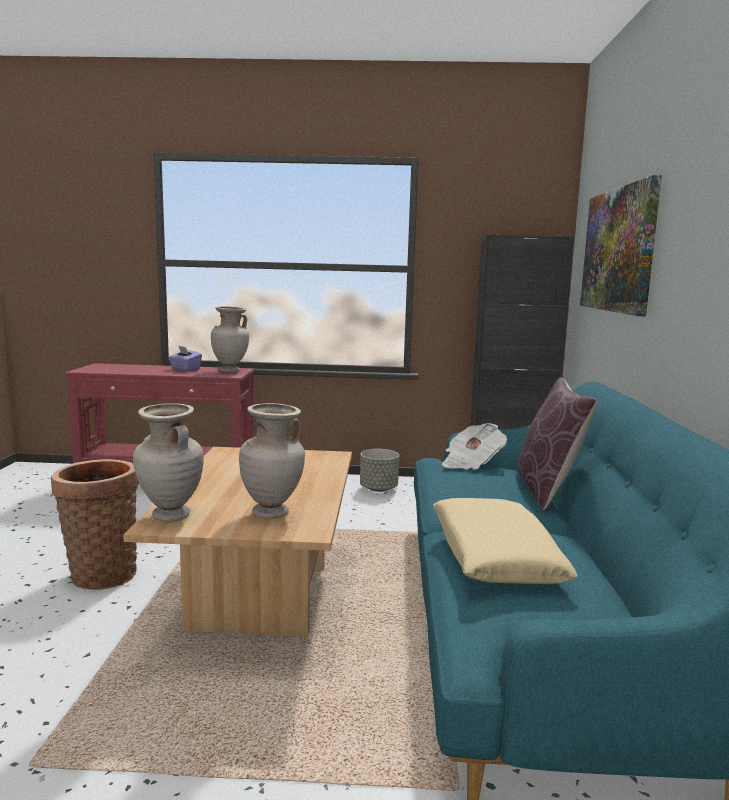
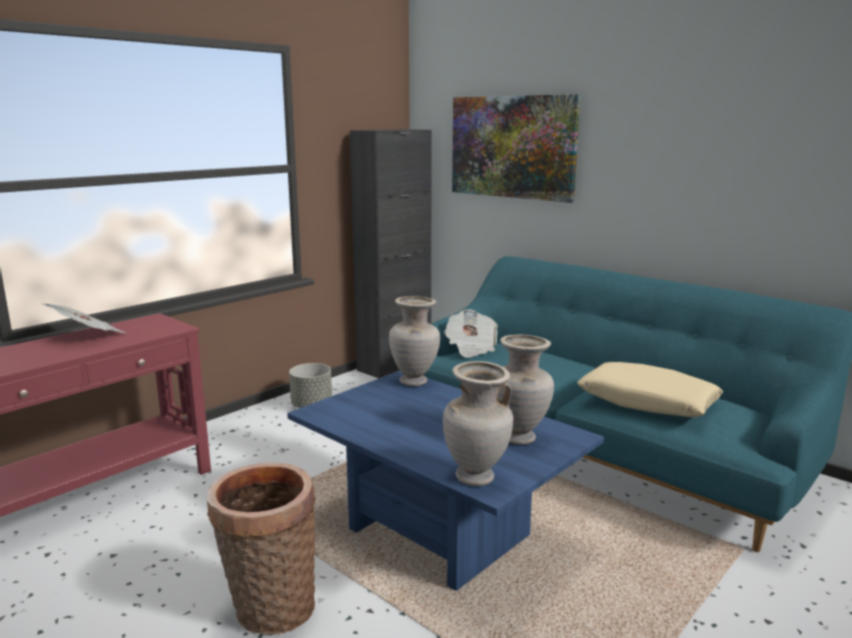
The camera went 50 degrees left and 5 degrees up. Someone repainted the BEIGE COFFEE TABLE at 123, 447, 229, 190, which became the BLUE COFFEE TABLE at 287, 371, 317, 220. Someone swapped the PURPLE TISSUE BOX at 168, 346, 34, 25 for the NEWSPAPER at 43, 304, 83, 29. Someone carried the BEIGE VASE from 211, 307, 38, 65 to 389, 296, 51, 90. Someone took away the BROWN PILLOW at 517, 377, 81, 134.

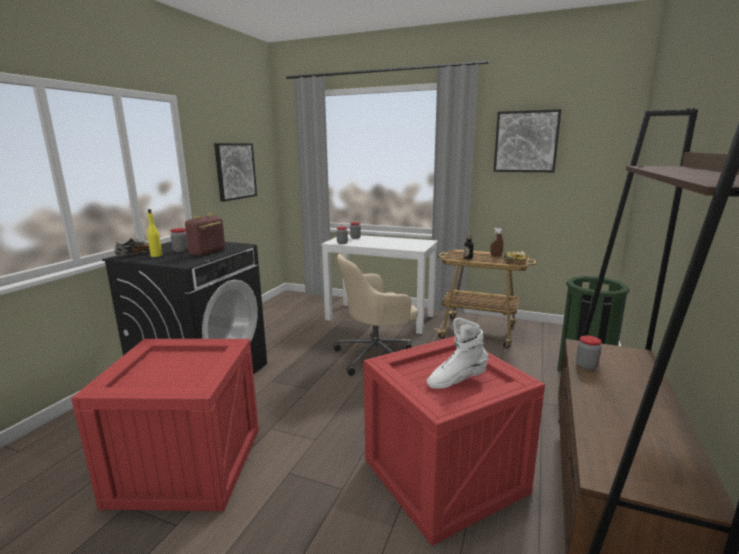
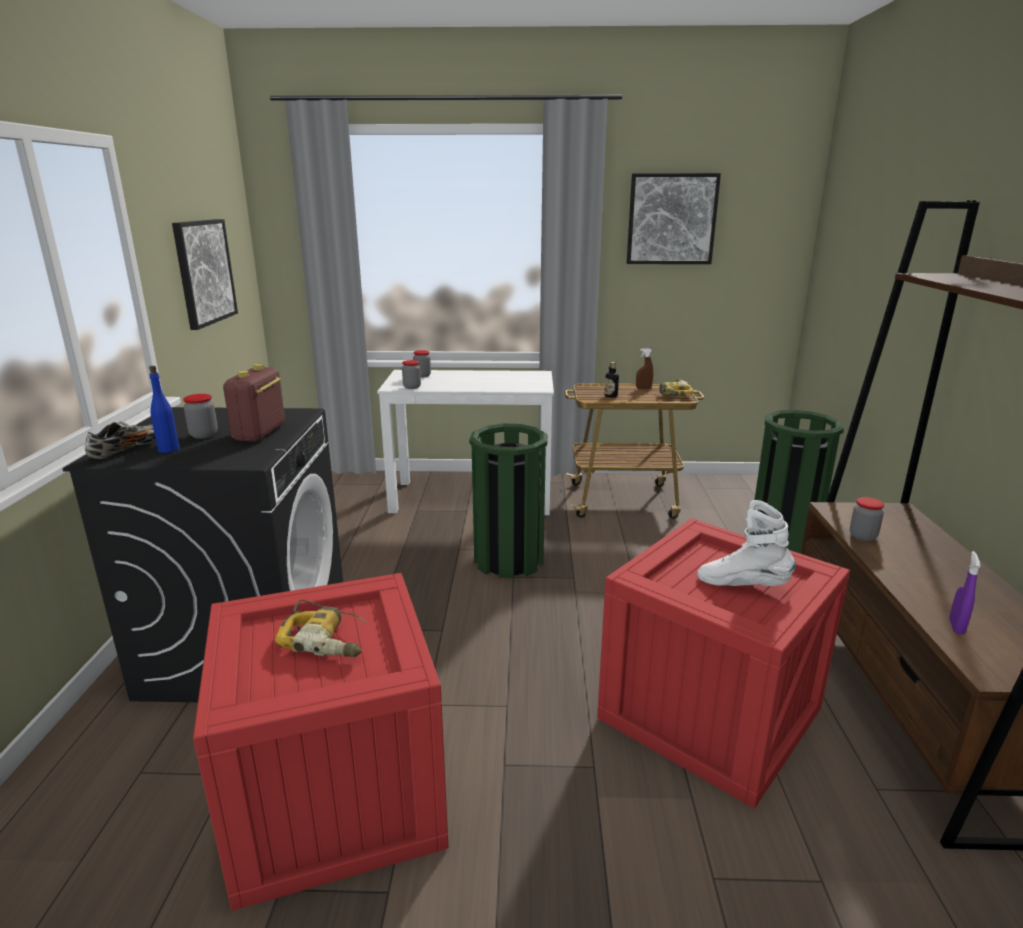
The camera went 20 degrees left and 5 degrees up. Someone repainted the YELLOW BOTTLE at 147, 209, 15, 48, which became the BLUE BOTTLE at 149, 366, 31, 87. Someone swapped the BEIGE OFFICE CHAIR at 333, 254, 85, 122 for the GREEN TRASH CAN at 469, 424, 79, 155. Someone rotated the WHITE BOOT at 427, 318, 61, 71 by 60 degrees clockwise. Someone put down the POWER DRILL at 275, 600, 91, 57. Someone put down the PURPLE SPRAY BOTTLE at 949, 551, 32, 84.

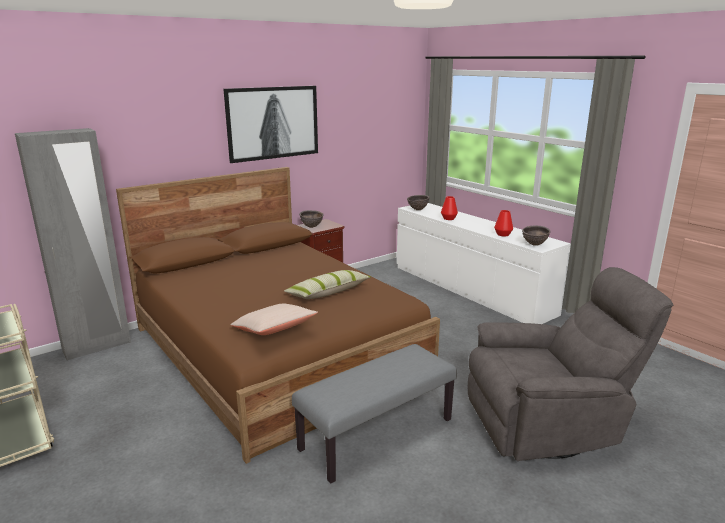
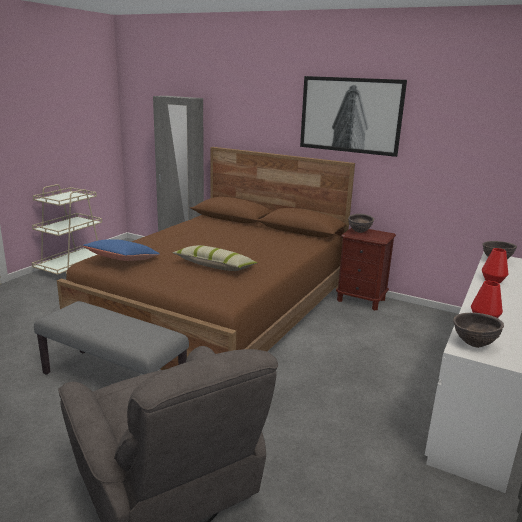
The camera went 65 degrees right and 0 degrees up. Someone repainted the BEIGE PILLOW at 230, 304, 88, 31, which became the BLUE PILLOW at 82, 239, 78, 22.

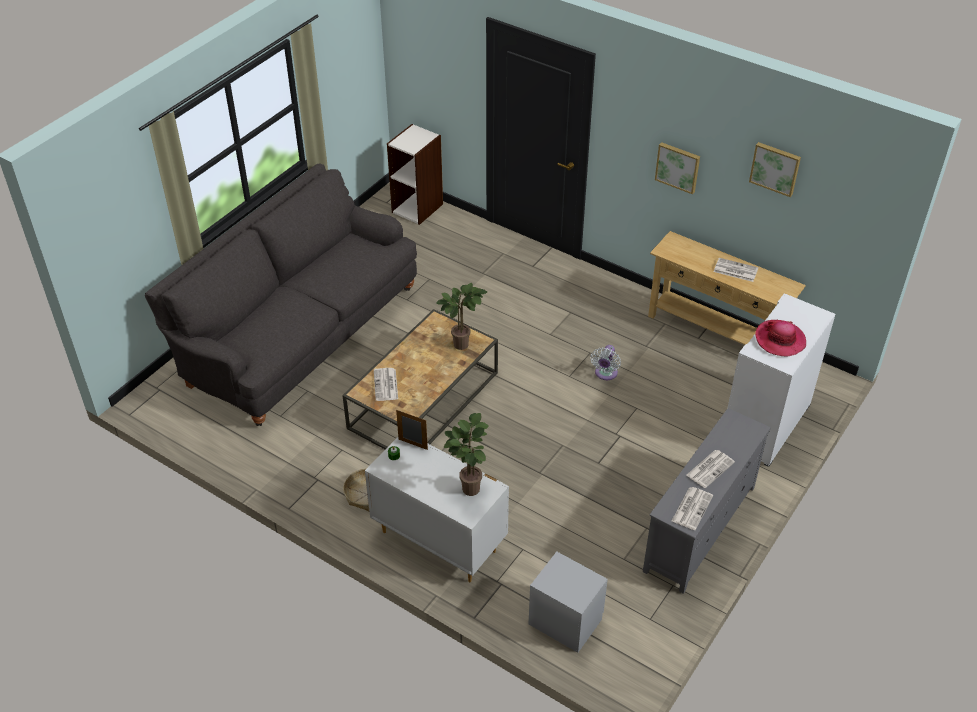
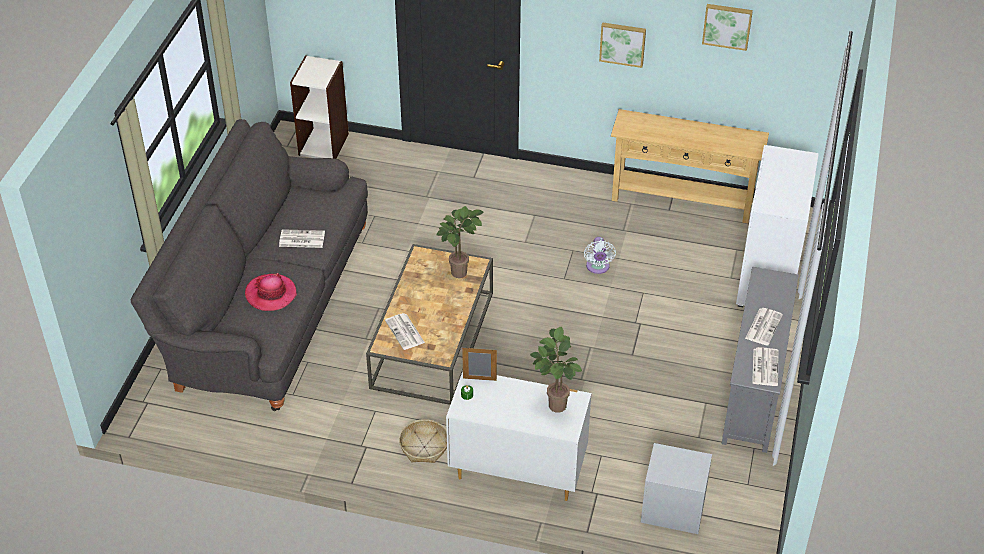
The camera went 20 degrees left and 0 degrees up. Someone carried the NEWSPAPER from 714, 258, 44, 24 to 279, 229, 46, 19. Someone carried the HAT from 755, 320, 51, 36 to 245, 273, 52, 38.

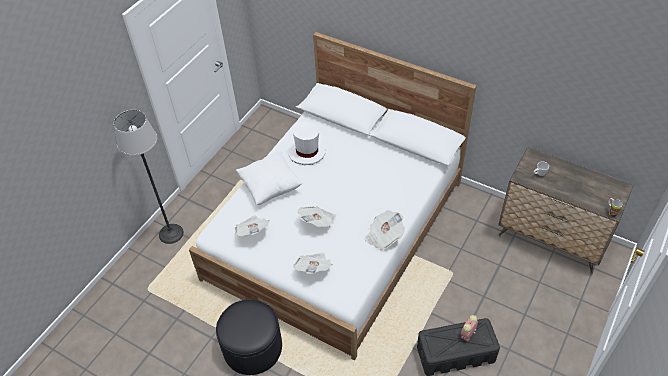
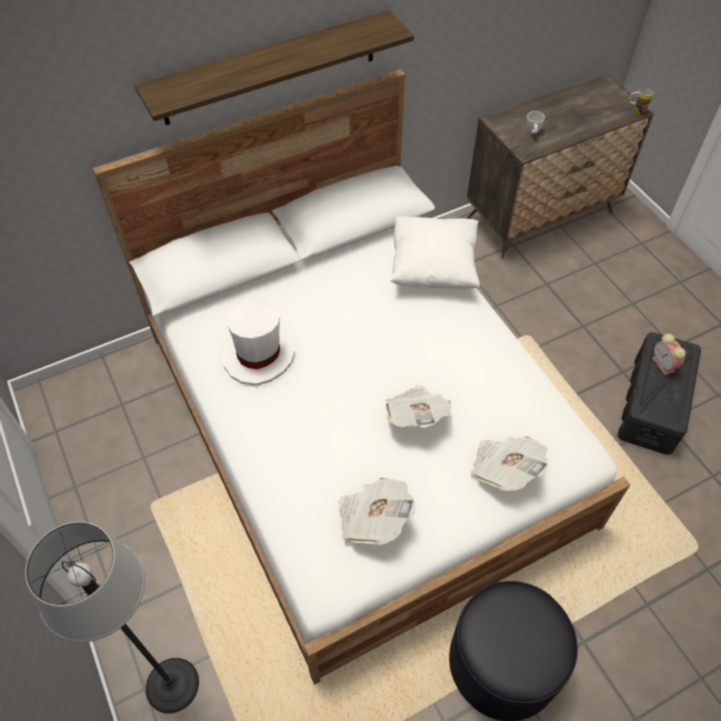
The camera went 60 degrees left and 5 degrees up. Someone carried the WHITE PILLOW from 236, 152, 67, 53 to 390, 216, 90, 73. Someone took away the NEWSPAPER at 365, 210, 40, 40. Someone put up the SHELF at 135, 10, 279, 115.

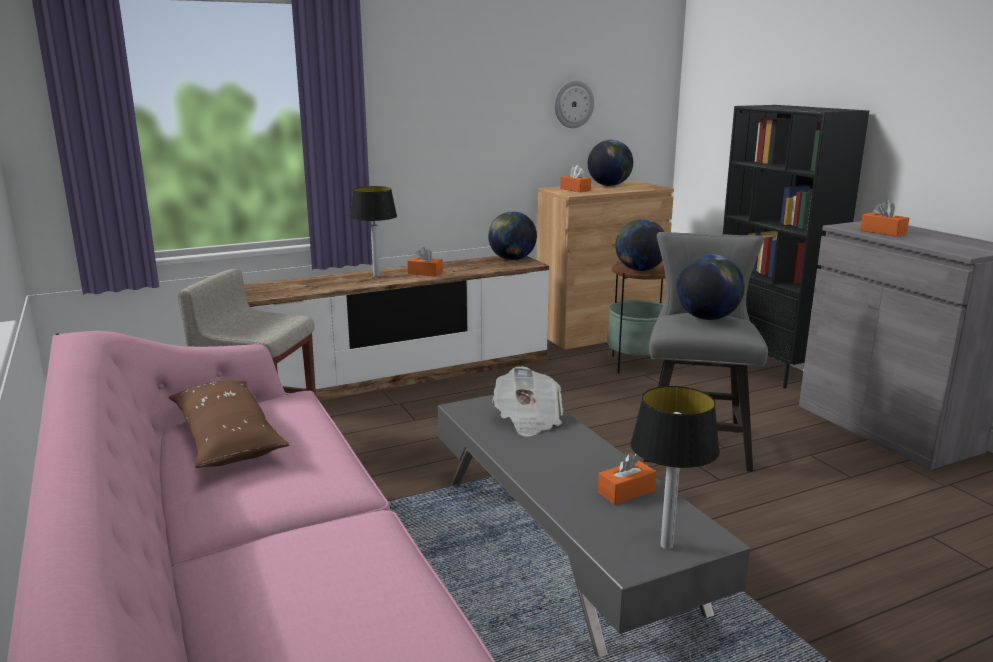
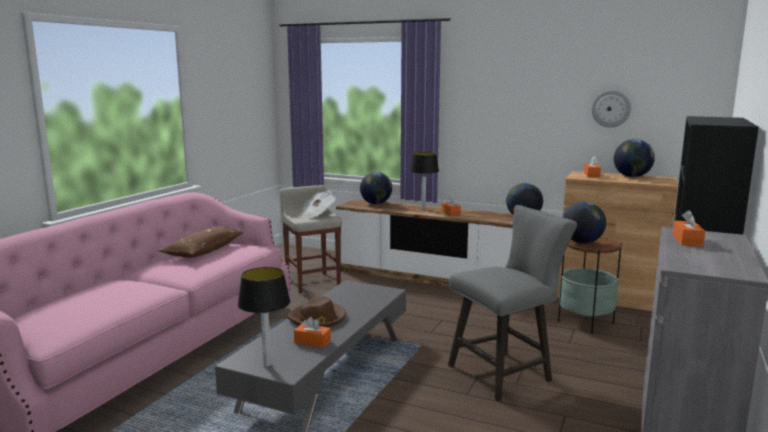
The camera went 50 degrees right and 5 degrees down. Someone carried the NEWSPAPER from 492, 366, 71, 71 to 298, 191, 37, 27. Someone carried the GLOBE from 676, 254, 69, 66 to 360, 172, 32, 32. Someone put down the BROWN HAT at 287, 296, 59, 31.

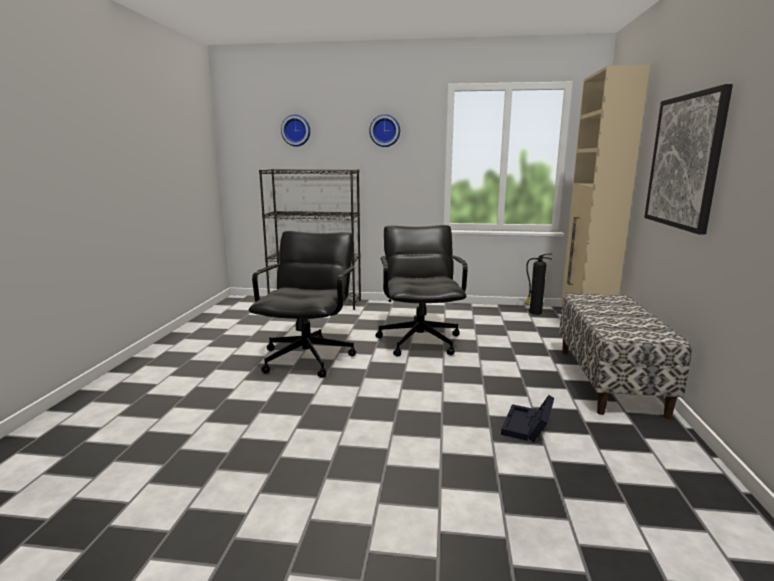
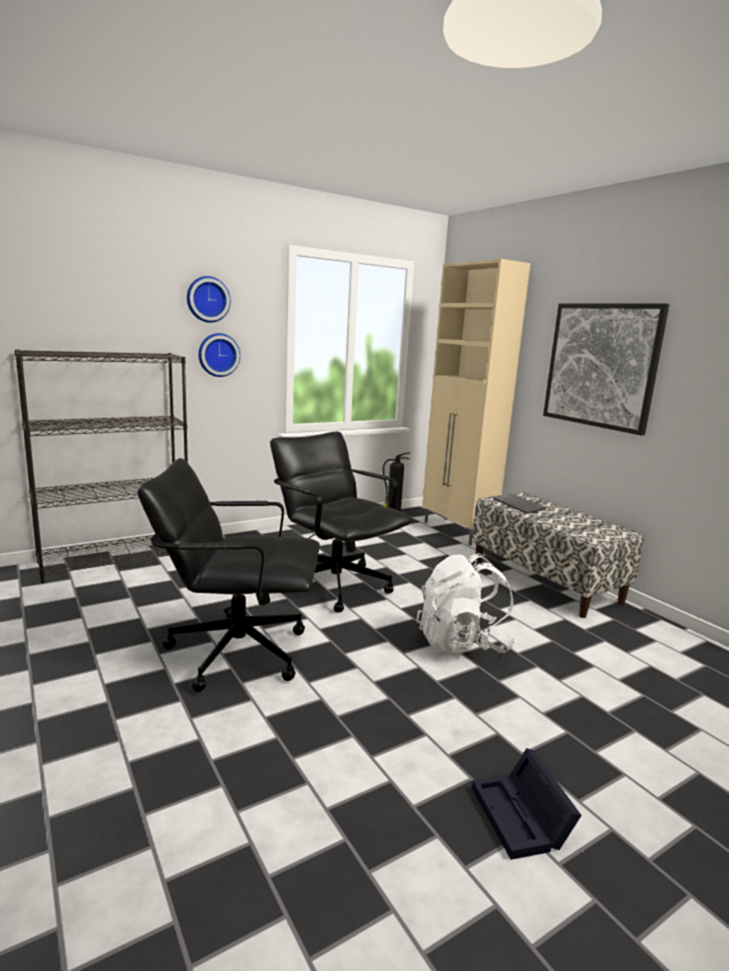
The camera went 40 degrees left and 0 degrees up. Someone rotated the BLACK OFFICE CHAIR at 249, 231, 107, 147 by 60 degrees counterclockwise. Someone carried the WALL CLOCK from 281, 115, 29, 32 to 198, 333, 42, 44. Someone carried the BLACK STORAGE BOX from 501, 395, 53, 47 to 472, 748, 110, 112. Someone put down the WHITE BACKPACK at 416, 553, 100, 101. Someone put down the KEYBOARD at 493, 493, 53, 21.

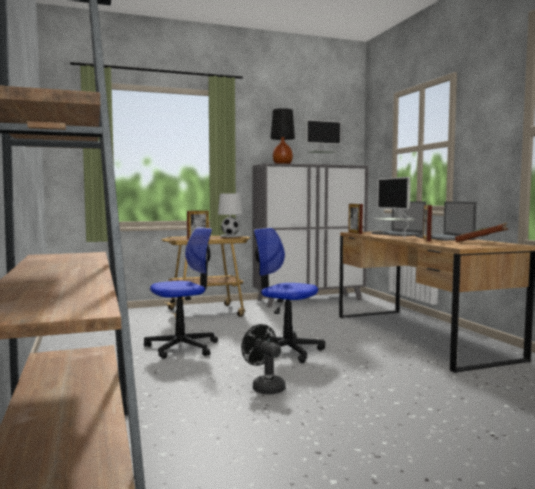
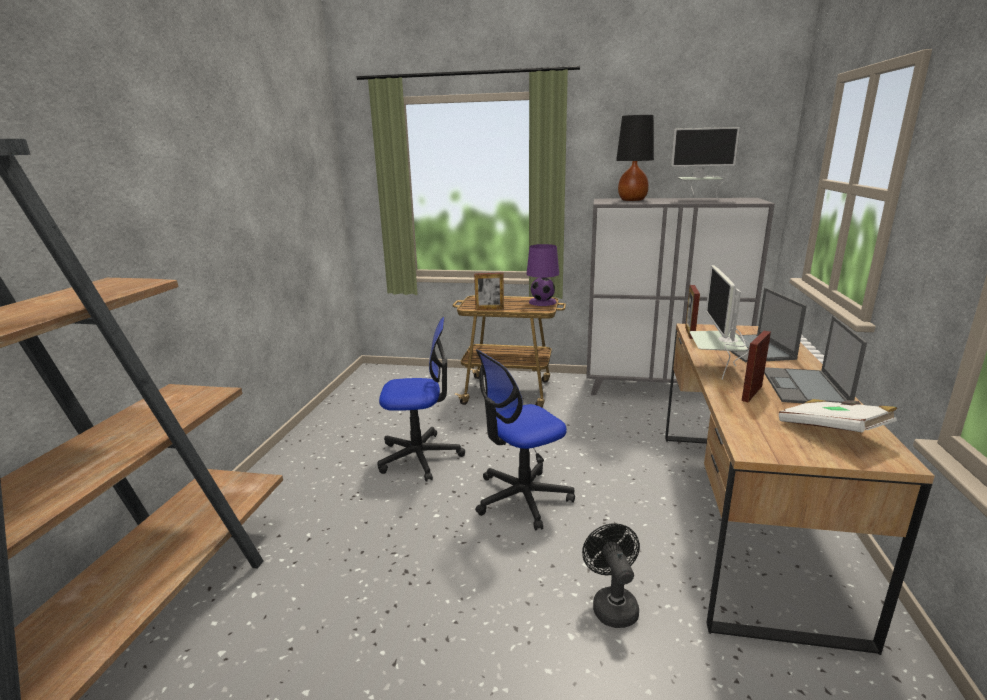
The camera went 30 degrees right and 15 degrees up. Someone repainted the WHITE TABLE LAMP at 218, 193, 24, 44, which became the PURPLE TABLE LAMP at 527, 244, 32, 62. Someone carried the BLACK FAN from 241, 324, 44, 71 to 582, 523, 58, 105. Someone rotated the OFFICE CHAIR at 254, 228, 71, 135 by 90 degrees counterclockwise. Someone repainted the BROWN BOOK at 455, 223, 53, 19, which became the WHITE BOOK at 779, 399, 118, 33.

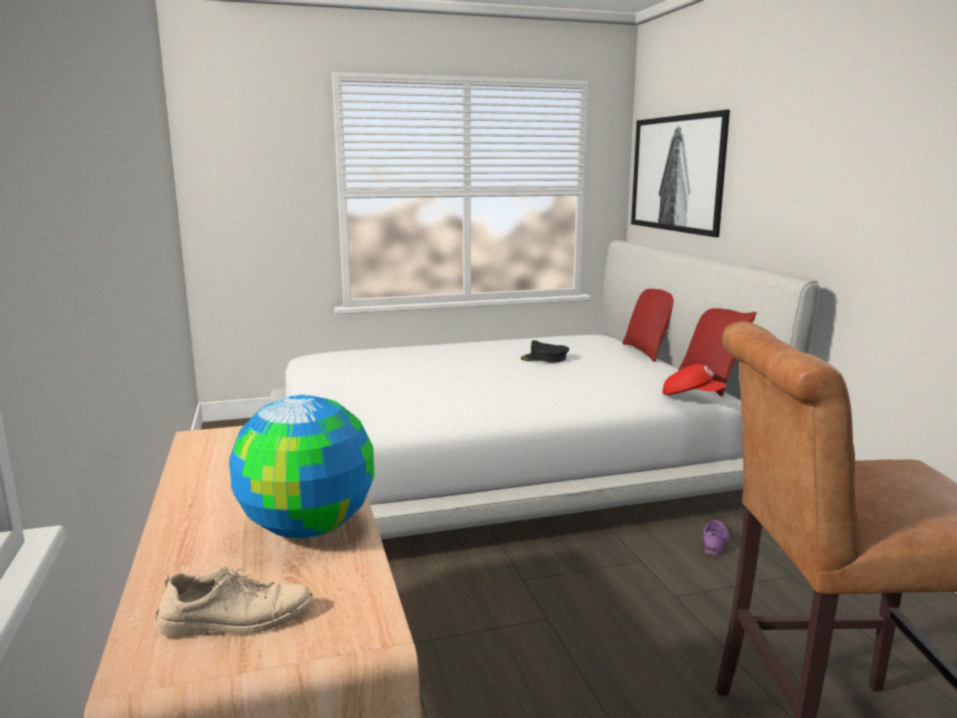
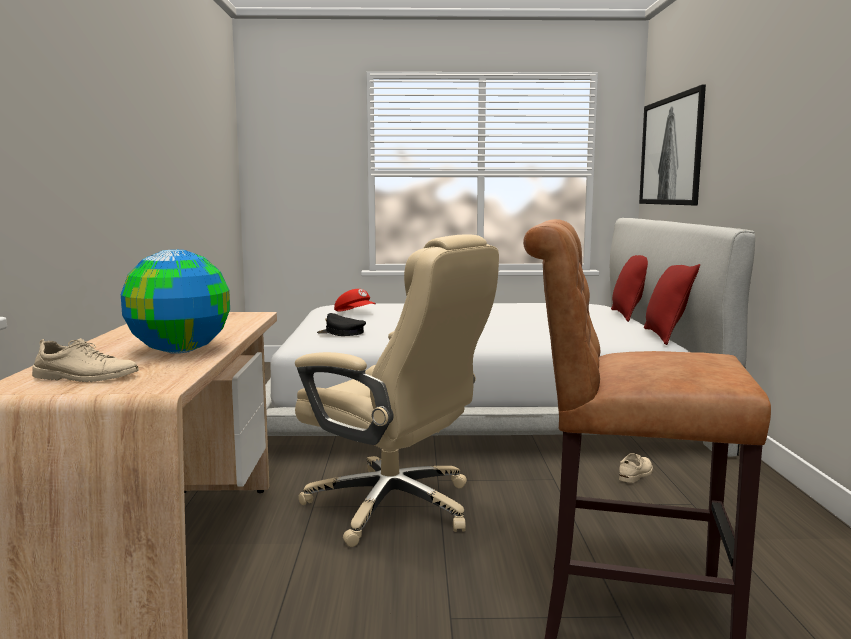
The camera went 15 degrees right and 5 degrees down. Someone carried the BLACK CAP from 521, 340, 48, 23 to 317, 313, 49, 23. Someone carried the RED CAP from 663, 364, 64, 31 to 334, 289, 42, 23. Someone repainted the PURPLE SHOE at 703, 520, 27, 35, which became the BEIGE SHOE at 619, 453, 34, 30. Someone put down the BEIGE OFFICE CHAIR at 295, 234, 204, 313.

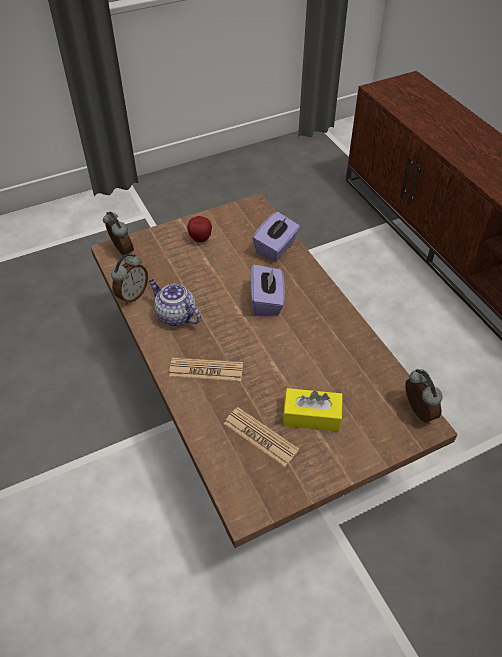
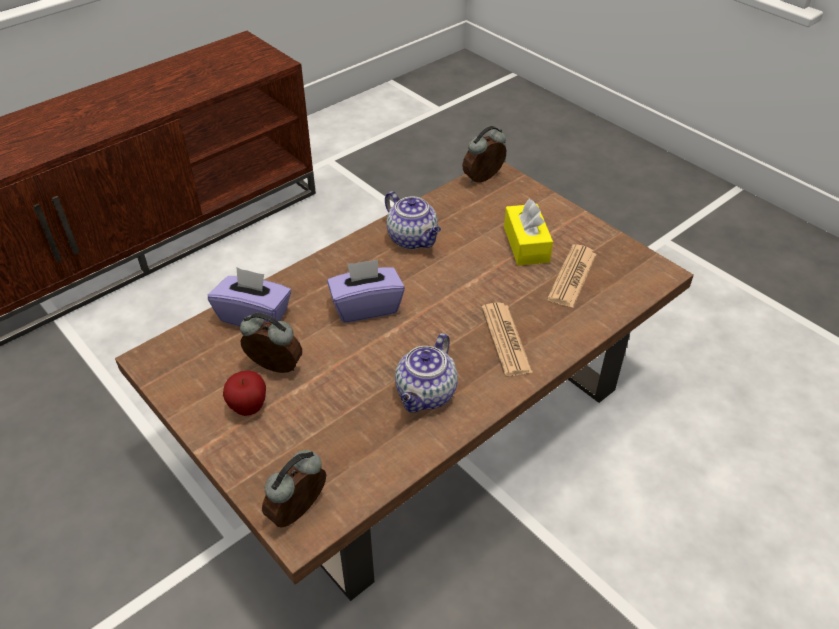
The camera went 105 degrees left and 5 degrees down. Someone carried the ALARM CLOCK from 111, 254, 37, 50 to 240, 313, 62, 60. Someone put down the TEAPOT at 385, 191, 56, 58.

